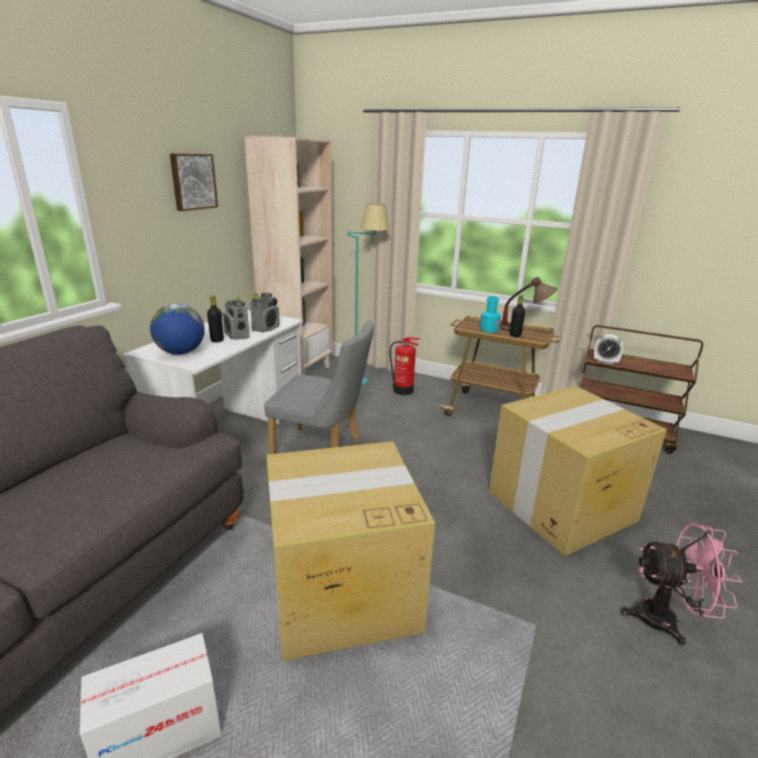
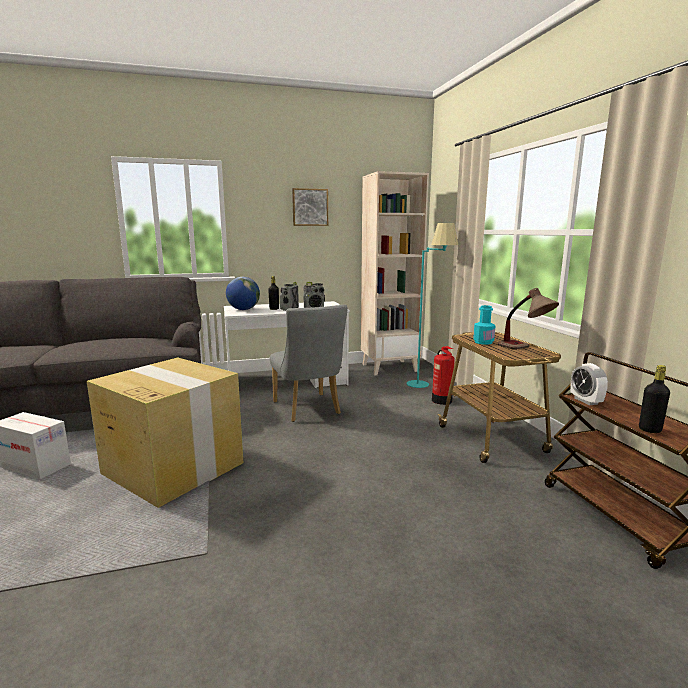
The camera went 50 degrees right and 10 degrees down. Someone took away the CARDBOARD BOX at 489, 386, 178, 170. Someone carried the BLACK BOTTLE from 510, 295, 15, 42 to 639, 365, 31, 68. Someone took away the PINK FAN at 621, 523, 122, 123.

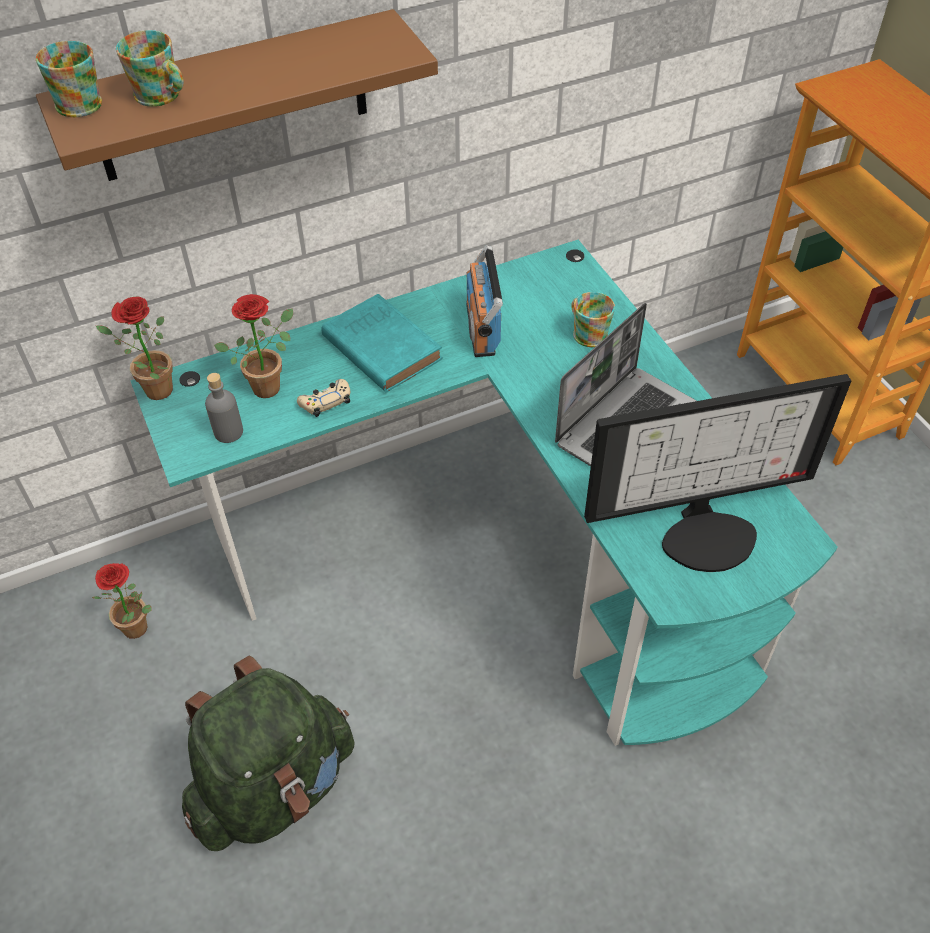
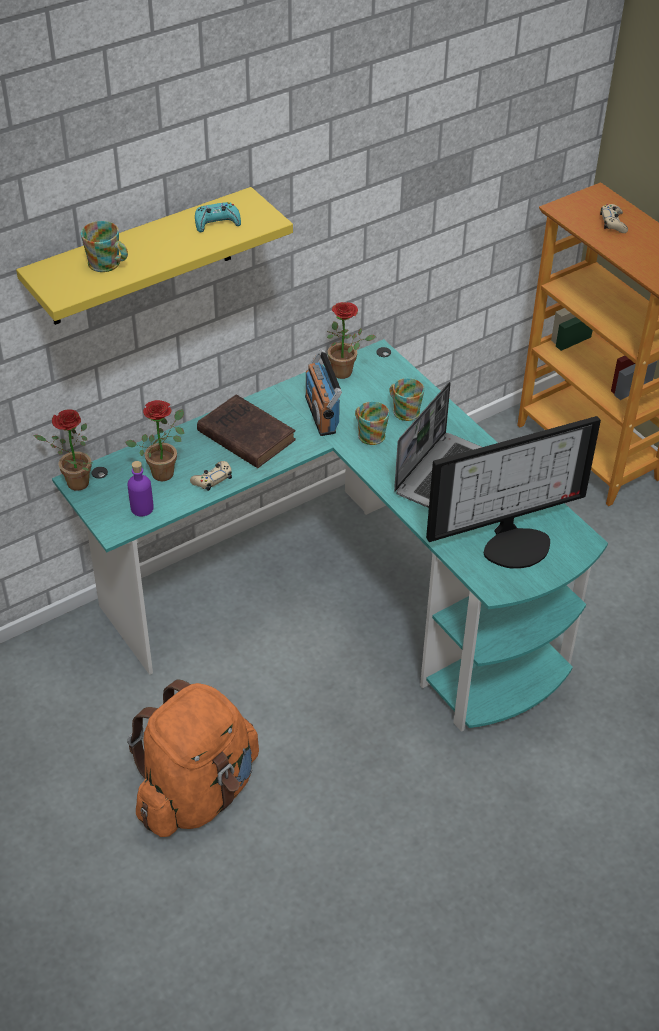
The camera went 10 degrees left and 5 degrees down. Someone repainted the BROWN SHELF at 36, 9, 402, 172, which became the YELLOW SHELF at 16, 187, 277, 138. Someone carried the MUG from 36, 41, 66, 76 to 355, 402, 34, 43. Someone carried the POTTED PLANT from 92, 563, 60, 76 to 327, 302, 49, 77. Someone repainted the GREEN BACKPACK at 182, 656, 172, 195, which became the ORANGE BACKPACK at 127, 680, 132, 157. Someone repainted the GREY BOTTLE at 205, 373, 38, 70, which became the PURPLE BOTTLE at 127, 461, 27, 55. Someone repainted the TURQUOISE BOOK at 321, 294, 122, 98, which became the BROWN BOOK at 197, 394, 99, 74. Someone put down the TURQUOISE GAME CONTROLLER at 195, 202, 46, 30. Someone put down the BEIGE GAME CONTROLLER at 600, 204, 28, 29.

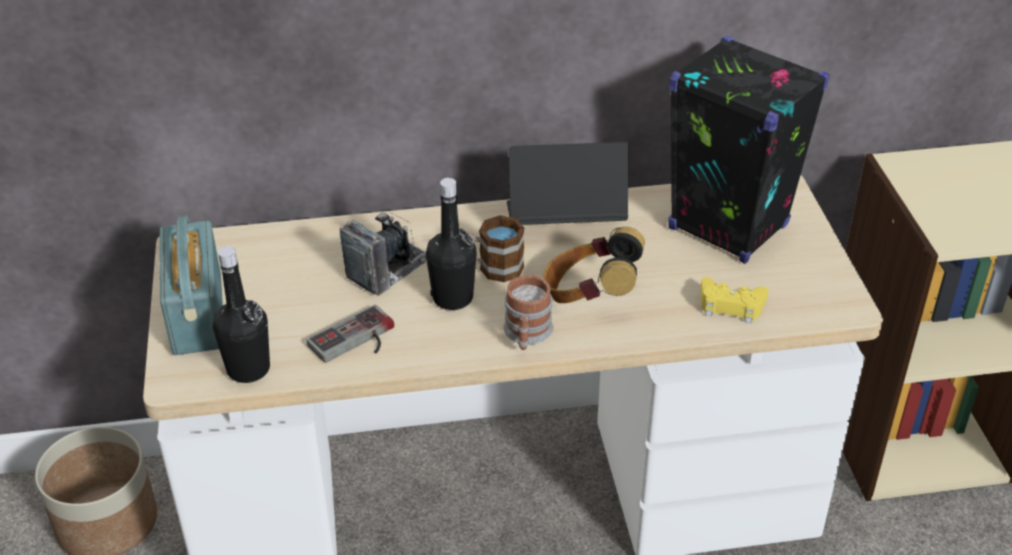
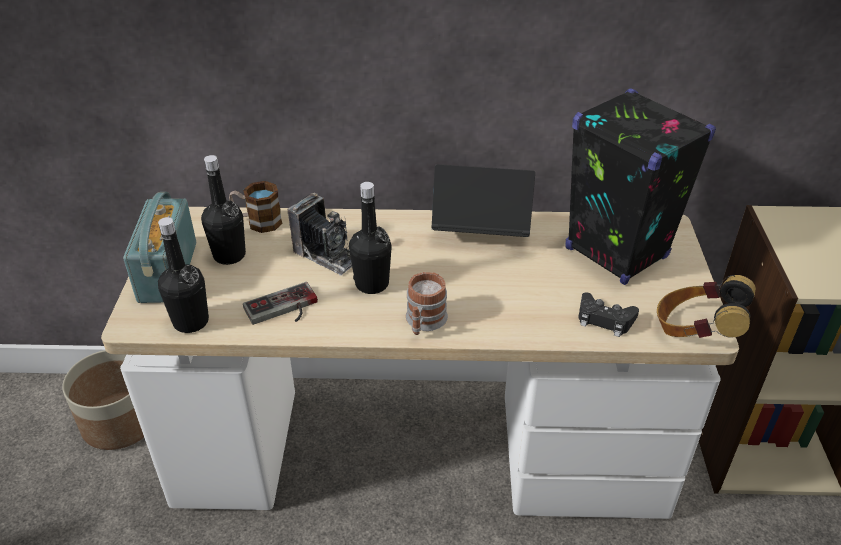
The camera went 10 degrees right and 0 degrees up. Someone rotated the PHOTO CAMERA at 340, 211, 87, 85 by 75 degrees clockwise. Someone carried the MUG from 467, 215, 57, 67 to 229, 181, 54, 52. Someone carried the HEADPHONES from 543, 226, 102, 77 to 657, 275, 99, 63. Someone repainted the YELLOW GAME CONTROLLER at 700, 277, 68, 46, which became the BLACK GAME CONTROLLER at 578, 292, 61, 45. Someone put down the BLACK BOTTLE at 201, 155, 45, 110.

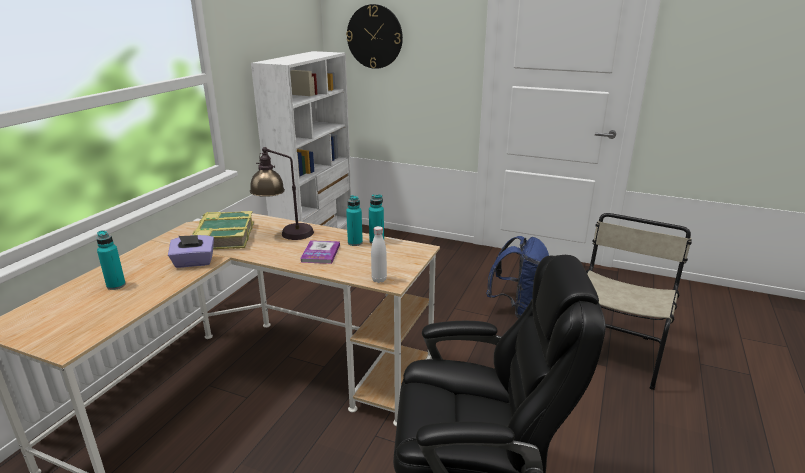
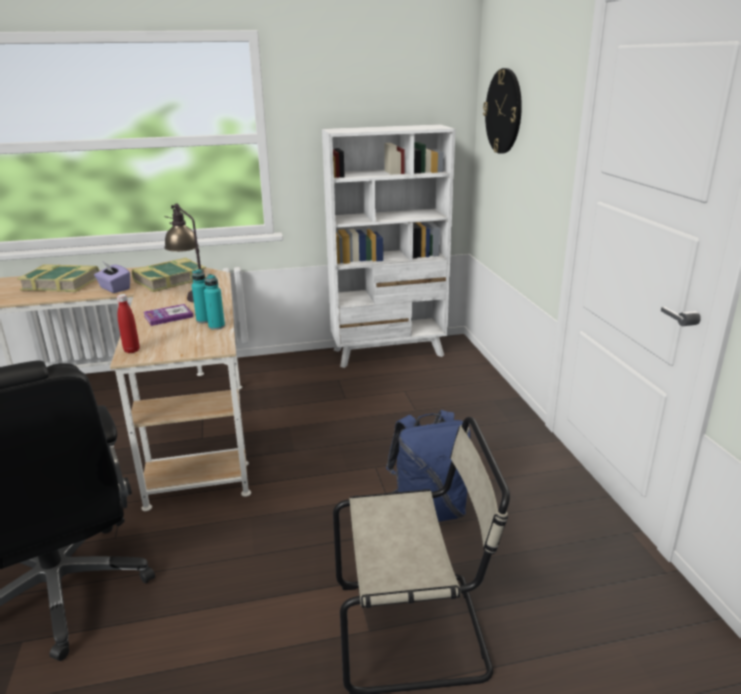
The camera went 55 degrees right and 0 degrees up. Someone swapped the TURQUOISE BOTTLE at 96, 230, 30, 60 for the BOOK at 17, 264, 82, 28. Someone repainted the WHITE BOTTLE at 371, 226, 16, 57, which became the RED BOTTLE at 117, 294, 23, 59.

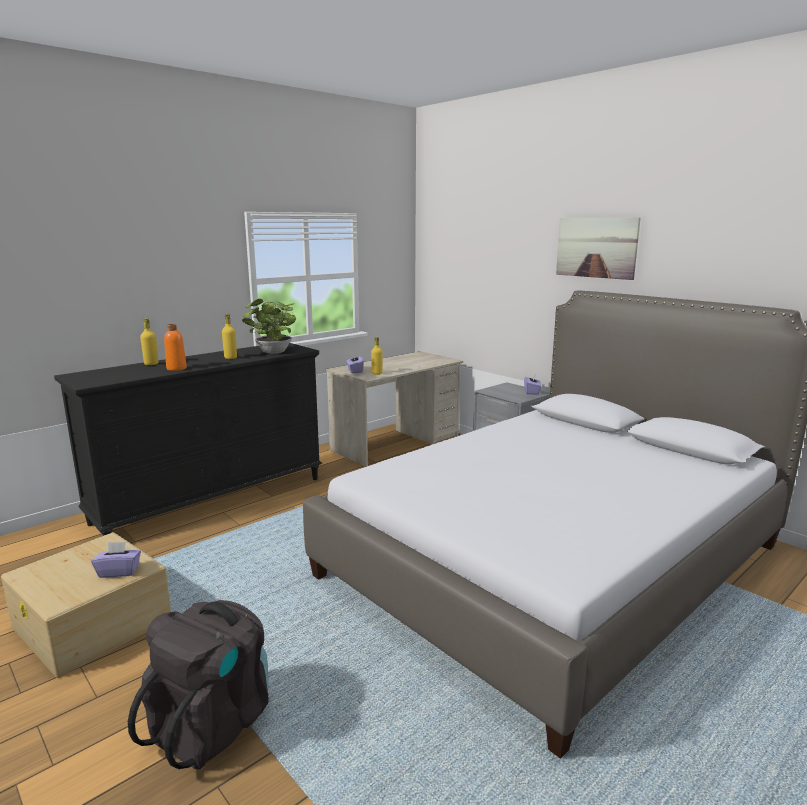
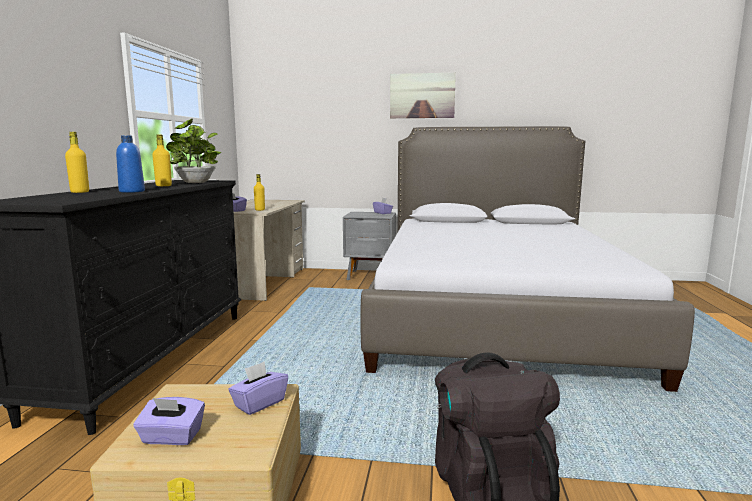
The camera went 40 degrees left and 5 degrees down. Someone repainted the ORANGE BOTTLE at 164, 324, 23, 47, which became the BLUE BOTTLE at 116, 135, 29, 58. Someone put down the PURPLE TISSUE BOX at 133, 397, 72, 48.

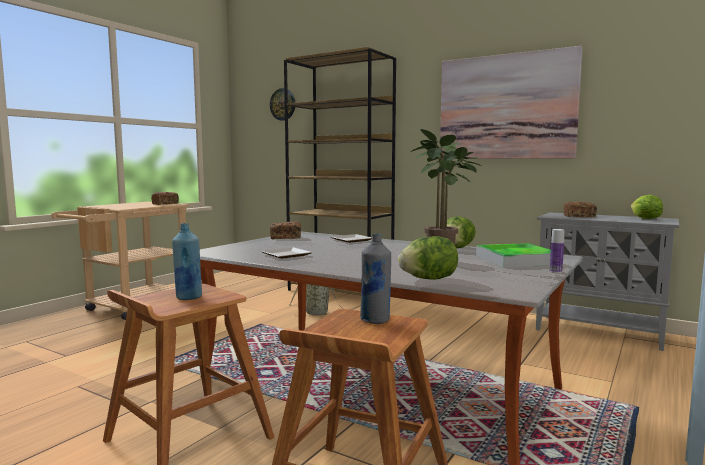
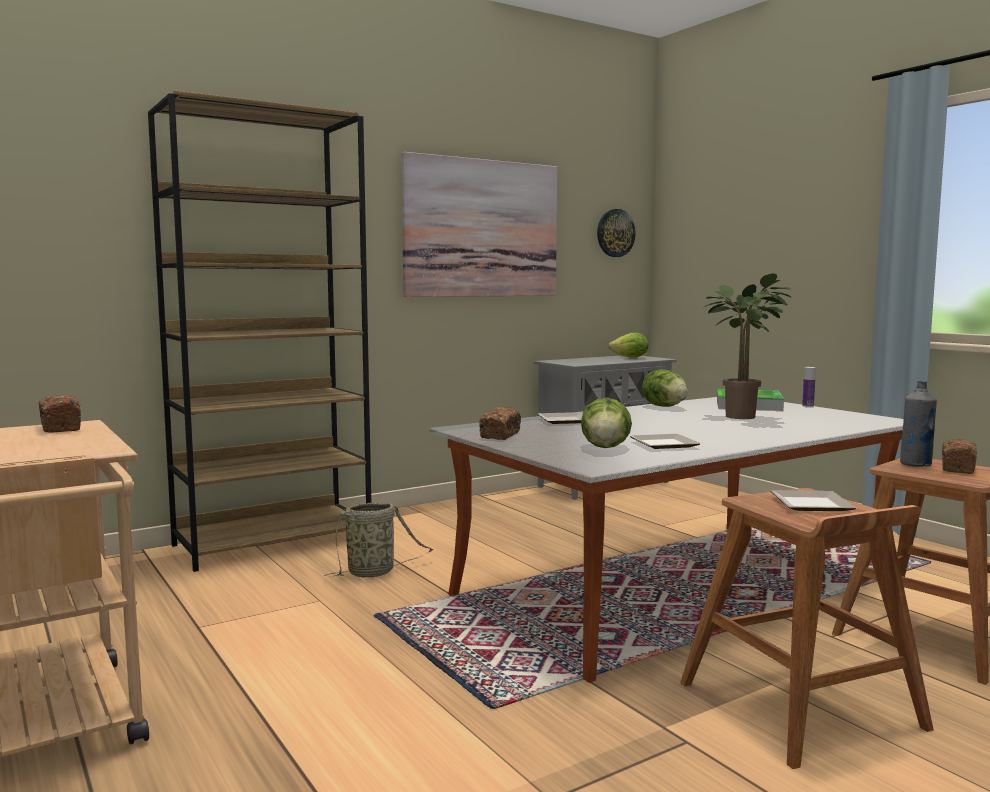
The camera went 65 degrees left and 0 degrees up. Someone swapped the BLUE BOTTLE at 172, 223, 30, 77 for the PLATE at 771, 490, 85, 21. Someone carried the WALL CLOCK from 270, 88, 25, 33 to 597, 209, 39, 48. Someone carried the LETTUCE from 398, 236, 60, 44 to 581, 398, 51, 50. Someone carried the BREAD from 563, 202, 34, 15 to 942, 439, 35, 35.

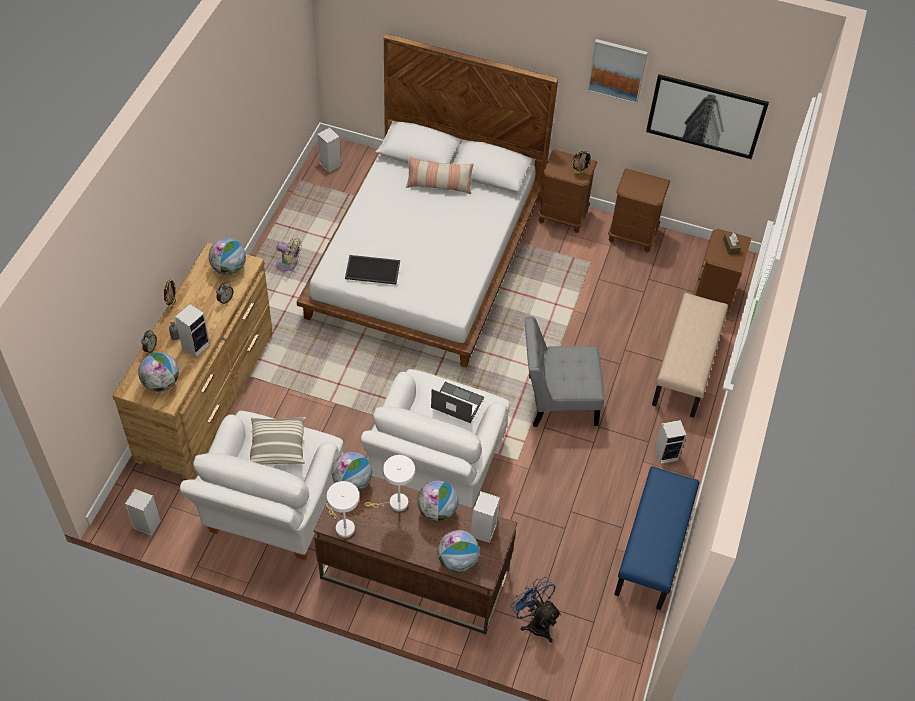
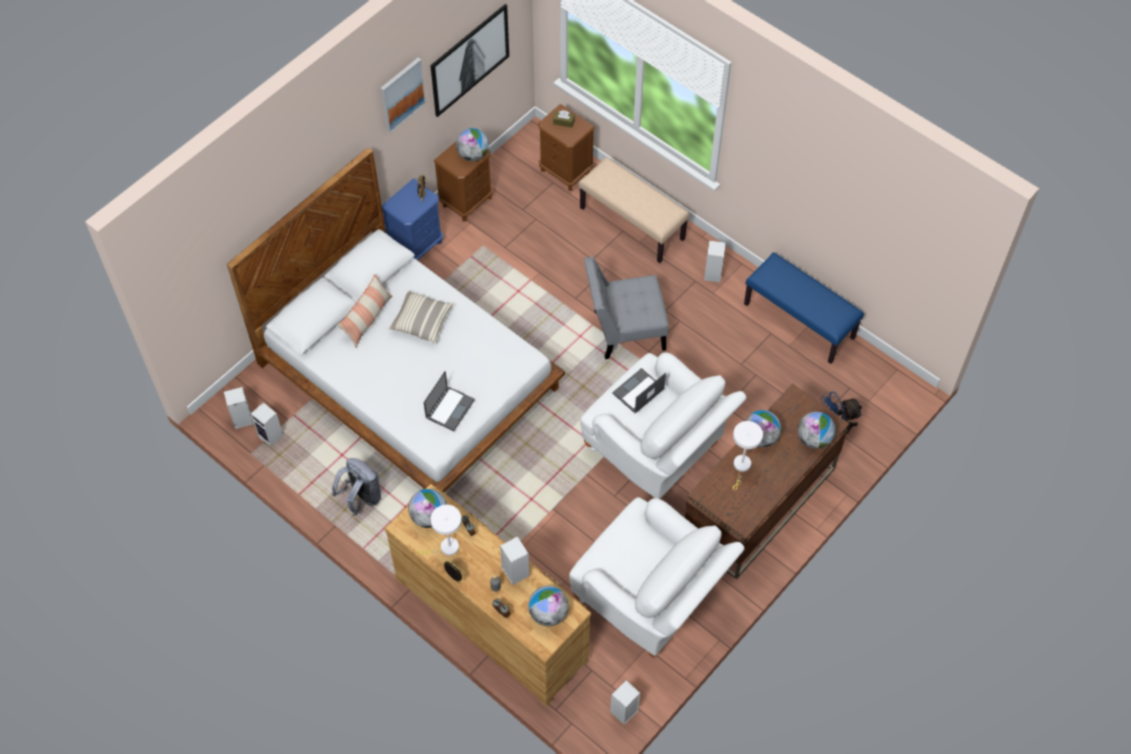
The camera went 65 degrees left and 5 degrees up. Someone carried the PILLOW from 250, 417, 56, 47 to 388, 290, 65, 54. Someone swapped the BEIGE FAN at 276, 238, 26, 33 for the GREY BACKPACK at 332, 458, 49, 58. Someone carried the WHITE TABLE LAMP from 326, 481, 33, 57 to 417, 505, 45, 51. Someone carried the GLOBE from 332, 452, 40, 39 to 456, 128, 33, 33. Someone swapped the TRAY at 345, 255, 55, 29 for the LAPTOP at 424, 371, 51, 60. Someone carried the SPEAKER from 471, 491, 29, 52 to 251, 402, 32, 45. Someone rotated the GREY CHAIR at 525, 316, 79, 111 by 60 degrees clockwise. Someone repainted the BROWN NIGHTSTAND at 538, 149, 59, 84, which became the BLUE NIGHTSTAND at 382, 179, 61, 81.

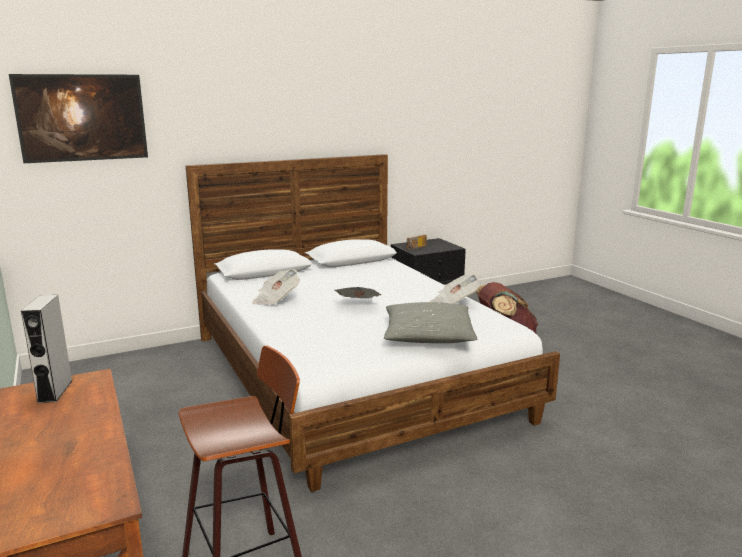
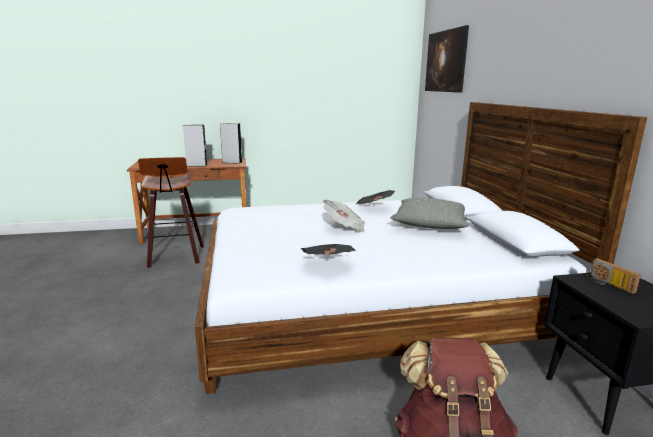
The camera went 105 degrees right and 0 degrees up. Someone carried the GREY PILLOW from 384, 302, 93, 41 to 390, 198, 79, 31. Someone put down the GREY SPEAKER at 183, 124, 24, 42.

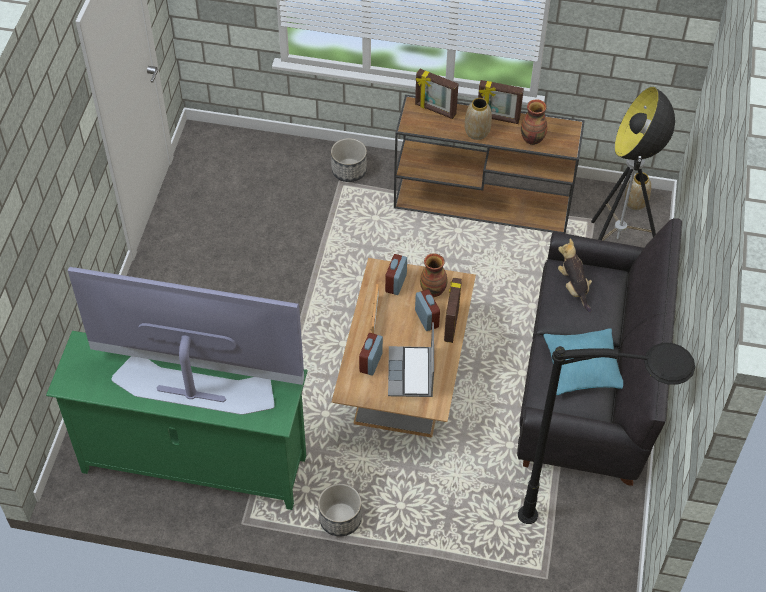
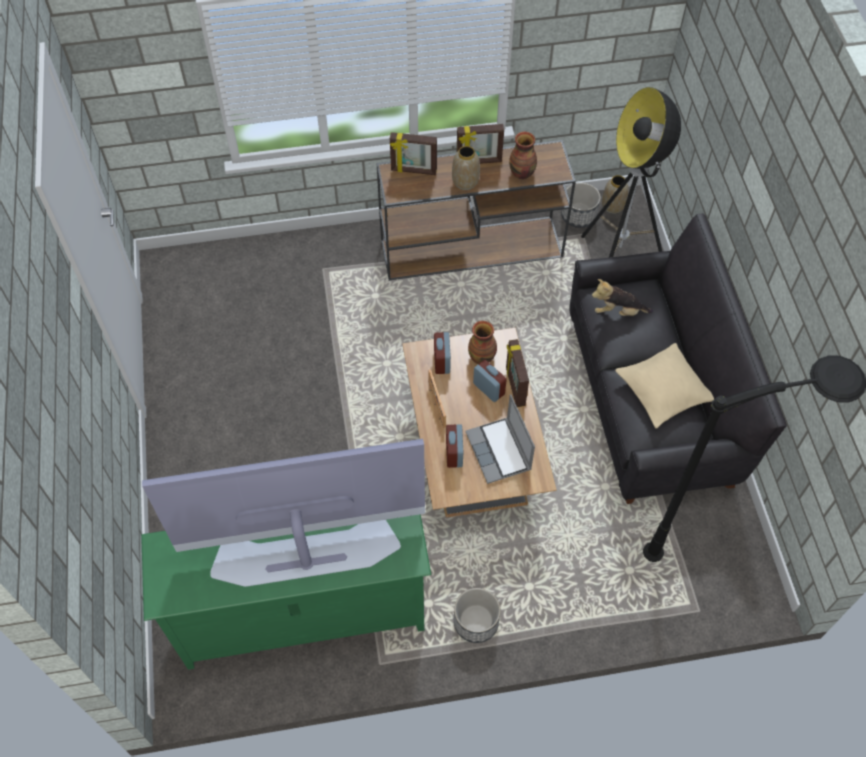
The camera went 20 degrees left and 5 degrees up. Someone carried the PLANTER from 331, 138, 36, 44 to 561, 183, 40, 45. Someone repainted the TURQUOISE PILLOW at 543, 328, 80, 67, which became the BEIGE PILLOW at 615, 343, 99, 86. Someone rotated the PLUSH TOY at 558, 239, 34, 73 by 45 degrees counterclockwise.

